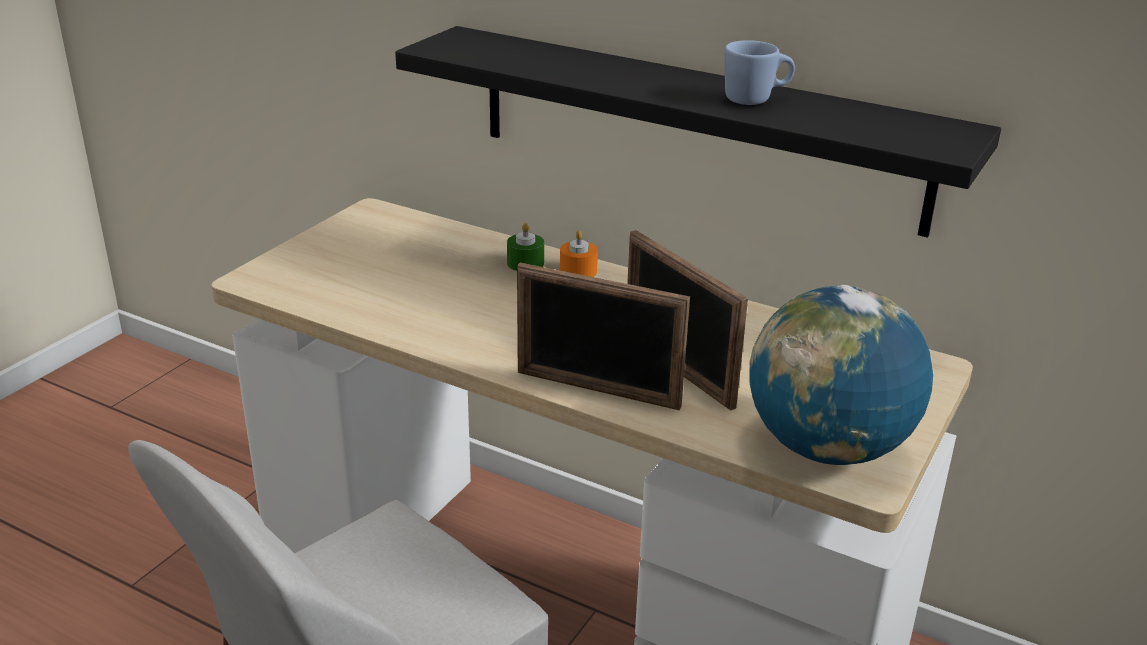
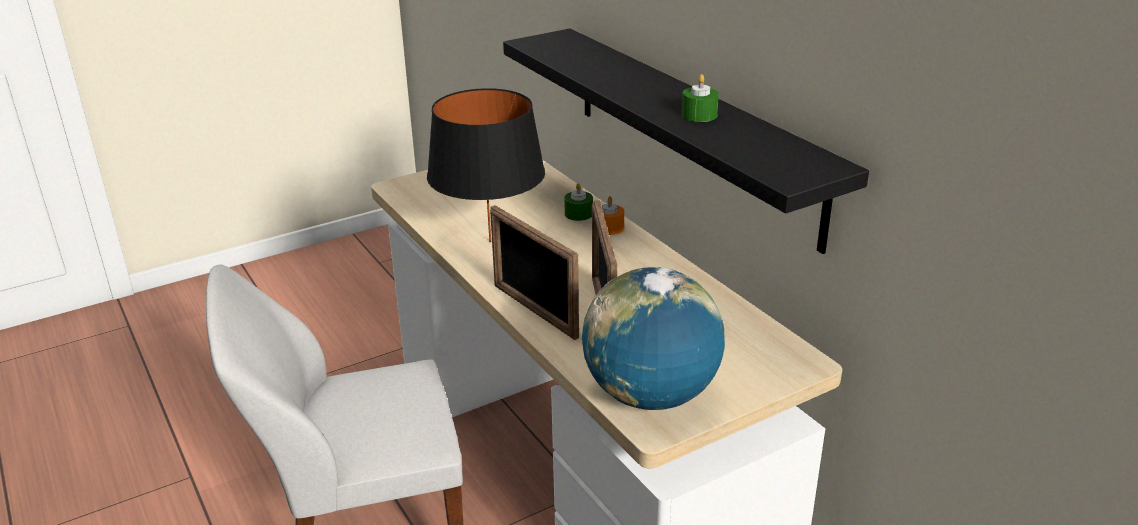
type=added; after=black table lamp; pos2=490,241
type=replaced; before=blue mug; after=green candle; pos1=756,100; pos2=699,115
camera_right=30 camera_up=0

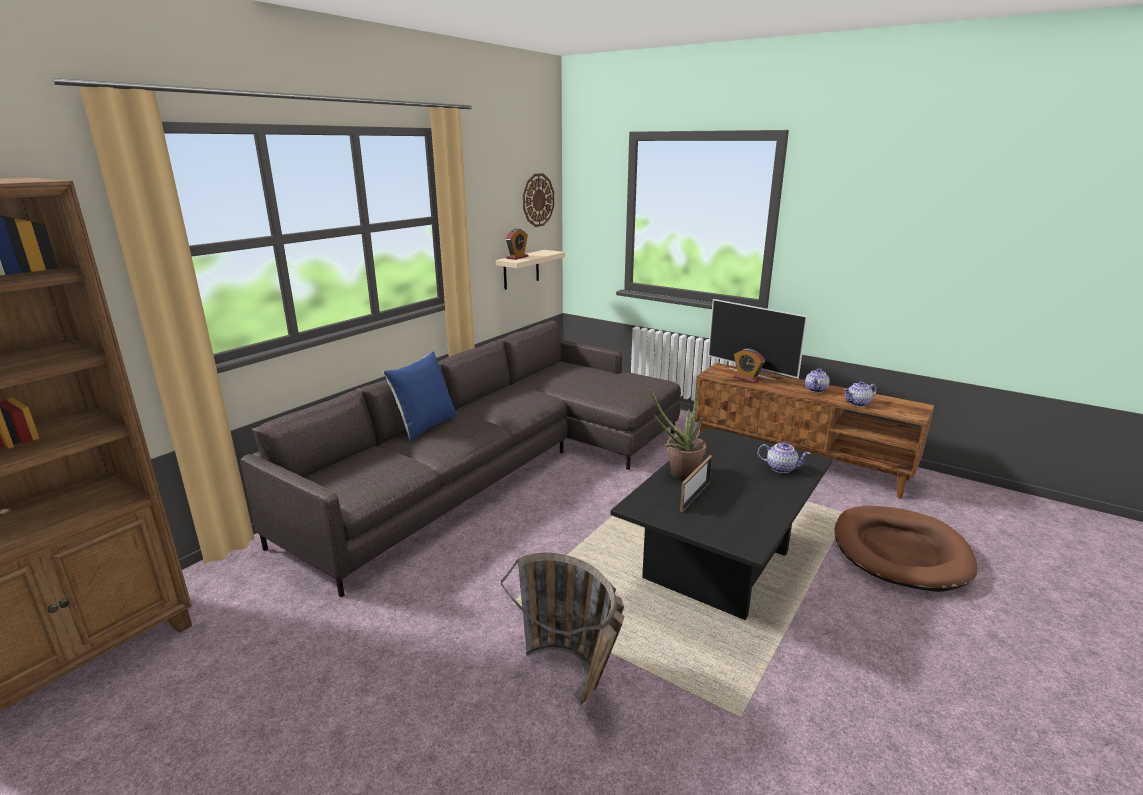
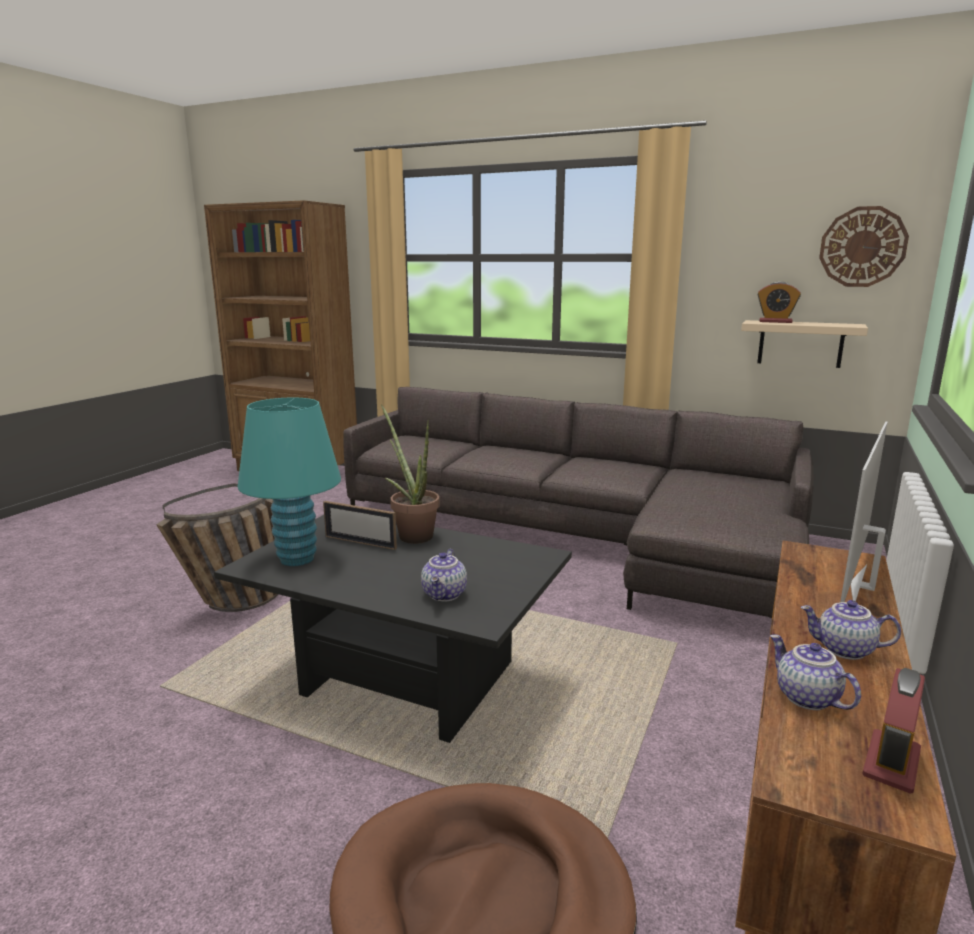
type=added; after=turquoise table lamp; pos2=297,559
type=moved; before=alarm clock; pos1=747,378; pos2=891,762
type=removed; before=blue pillow; pos1=425,425
camera_right=80 camera_up=-5

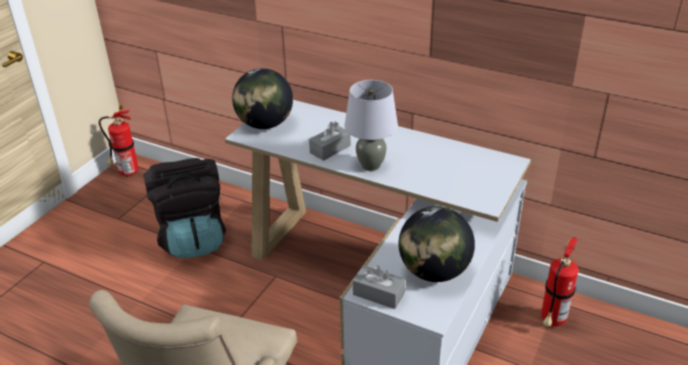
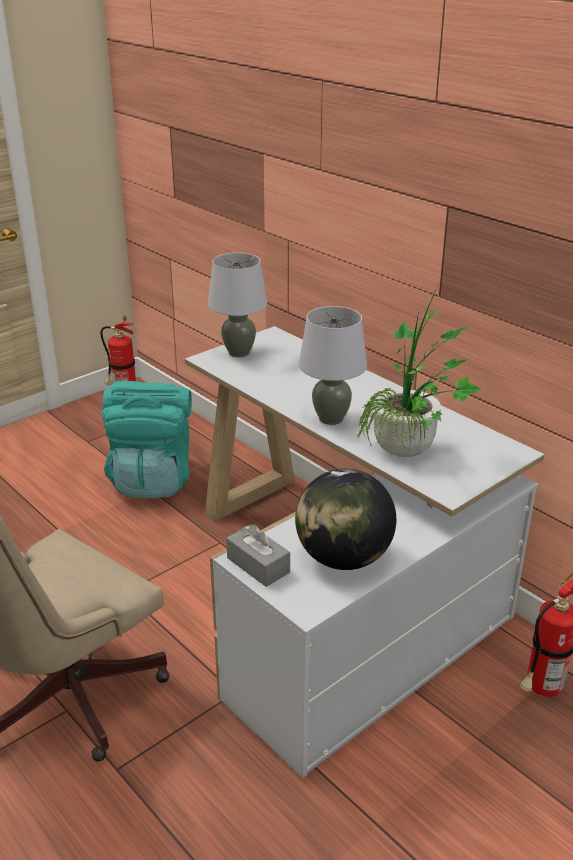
type=recoloured; before=black backpack; after=turquoise backpack; pos1=193,238; pos2=153,479
type=replaced; before=globe; after=grey table lamp; pos1=265,124; pos2=239,352
type=added; after=potted plant; pos2=408,457
type=removed; before=grey tissue box; pos1=330,149
camera_right=20 camera_up=-5

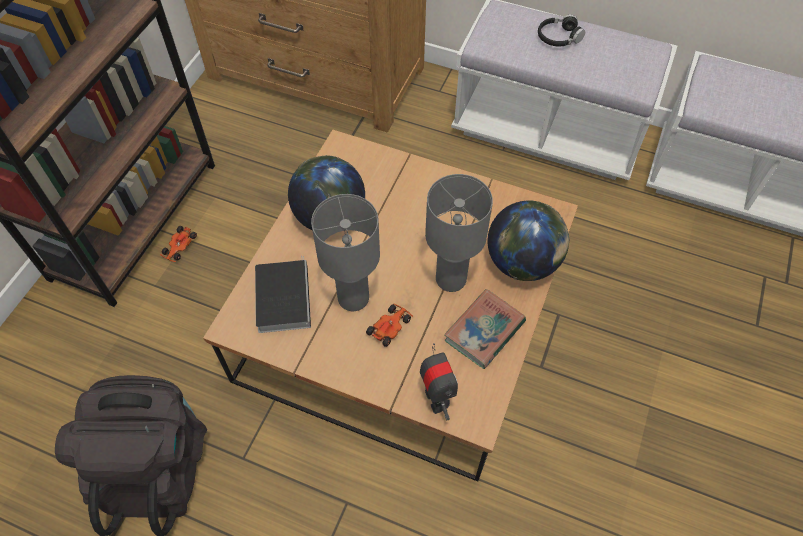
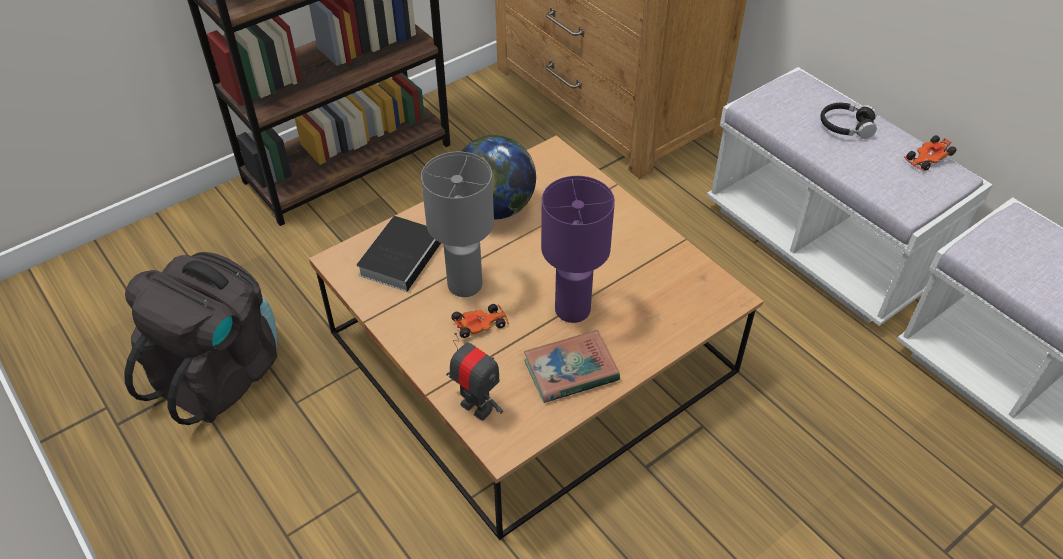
type=turned; before=toy robot; pos1=436,399; pos2=476,407; turn=-60
type=recoloured; before=grey table lamp; after=purple table lamp; pos1=452,279; pos2=573,310
type=moved; before=toy car; pos1=179,247; pos2=927,158
type=removed; before=globe; pos1=522,263
camera_right=30 camera_up=-10

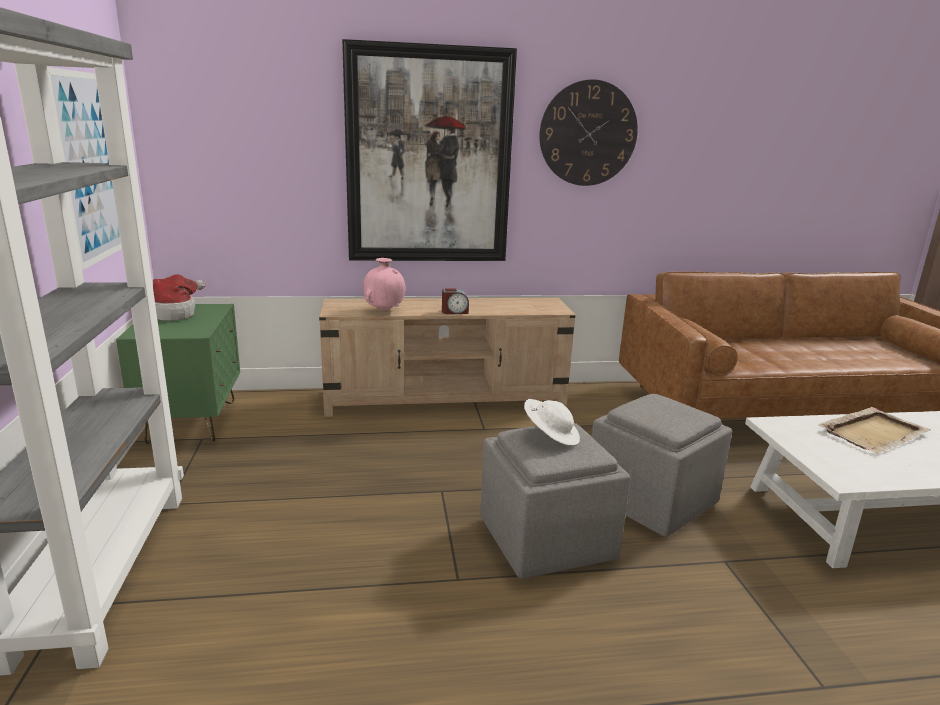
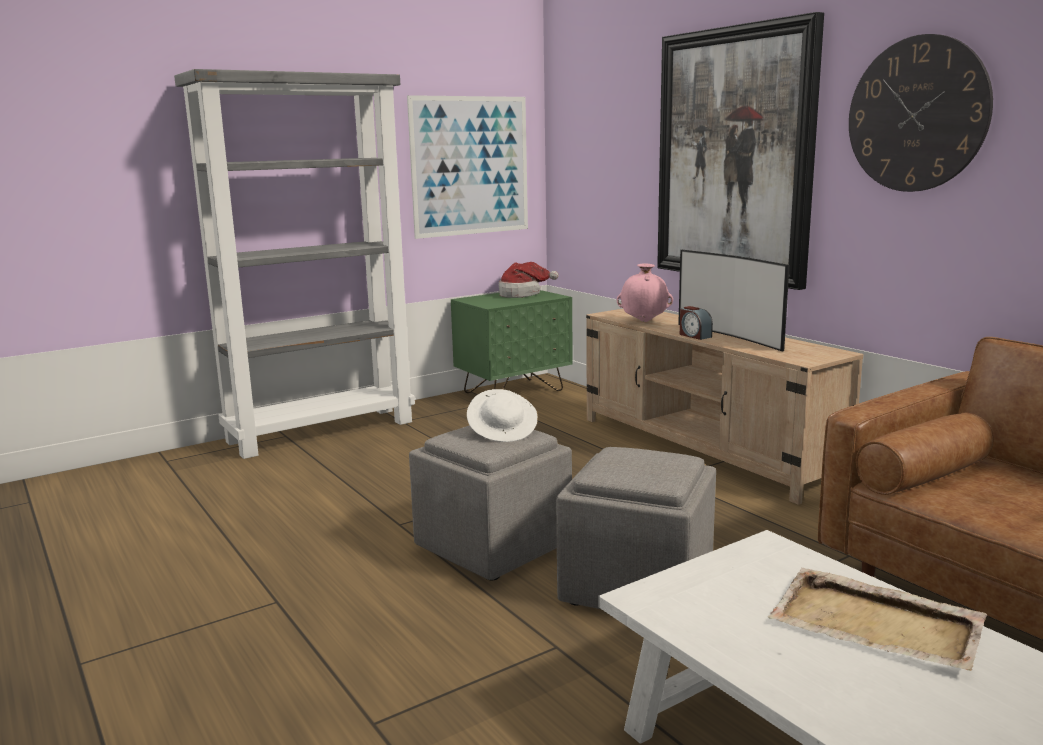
type=added; after=television; pos2=731,336
camera_right=65 camera_up=-5

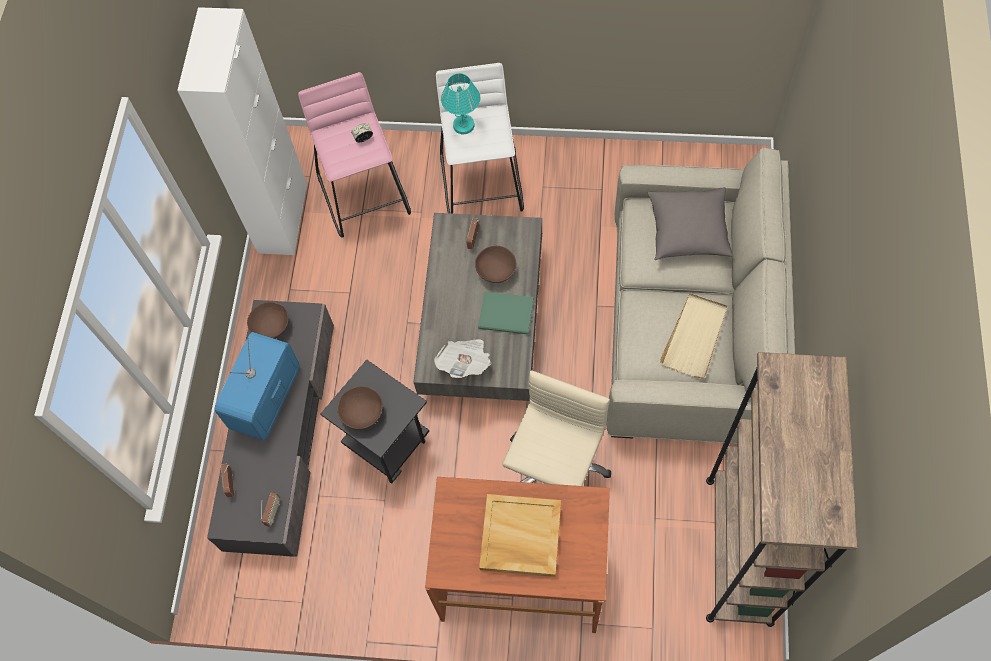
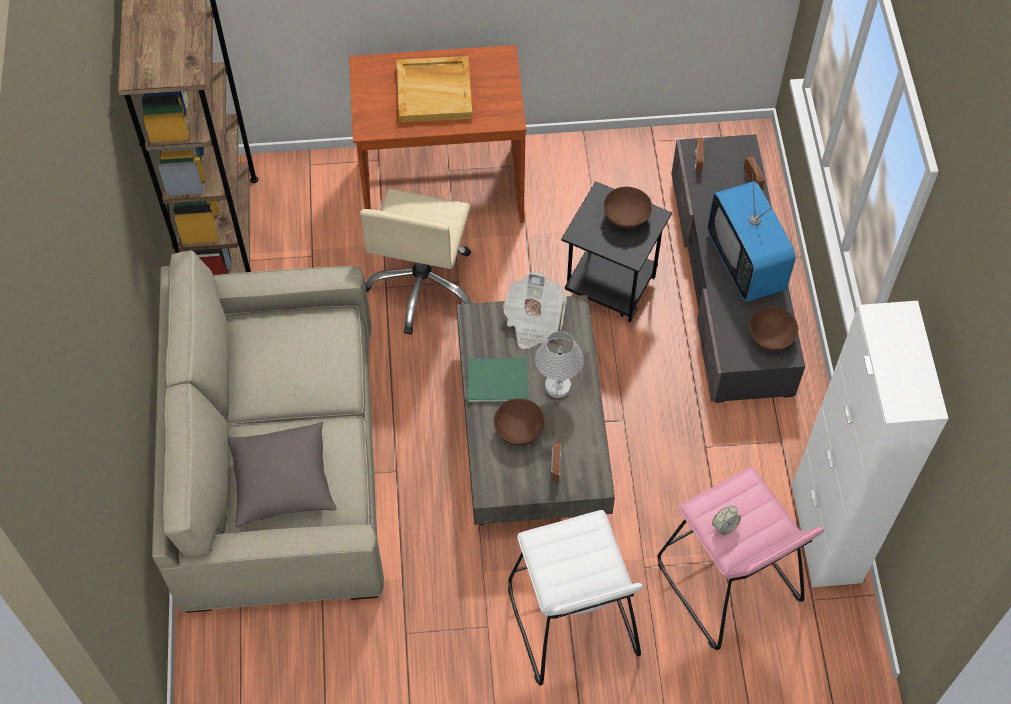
type=added; after=white table lamp; pos2=557,386
type=turned; before=television; pos1=267,399; pos2=745,262; turn=150
type=removed; before=turquoise table lamp; pos1=463,125
type=removed; before=beige tray; pos1=694,336
camera_right=165 camera_up=-5

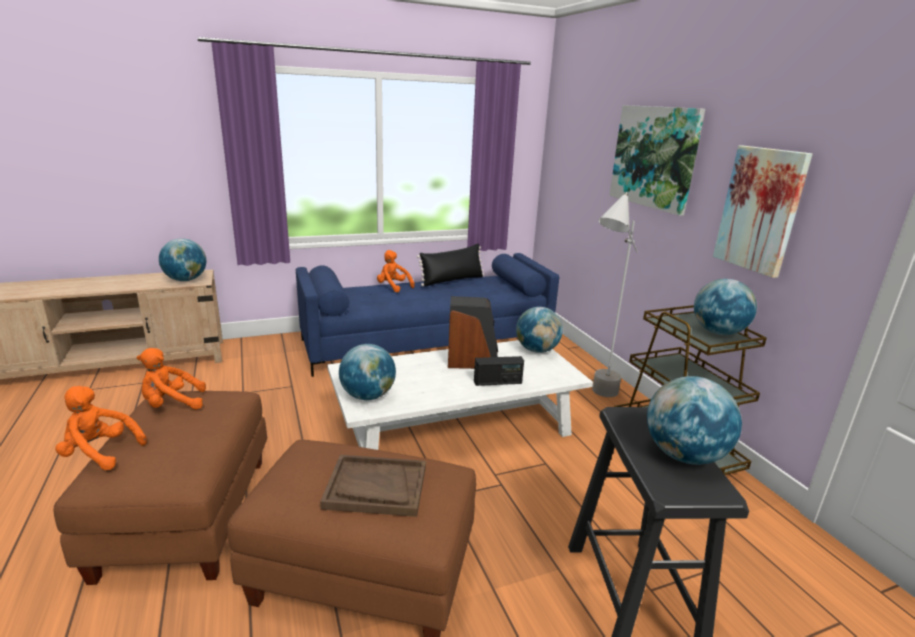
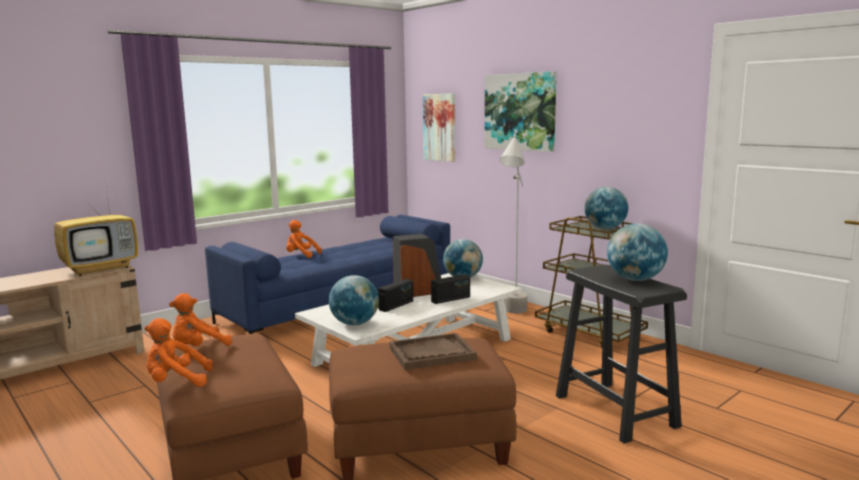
type=replaced; before=globe; after=television; pos1=186,280; pos2=102,268
type=added; after=radio; pos2=396,305
type=moved; before=picture; pos1=760,210; pos2=440,127
type=removed; before=black pillow; pos1=452,280
camera_right=-20 camera_up=-10

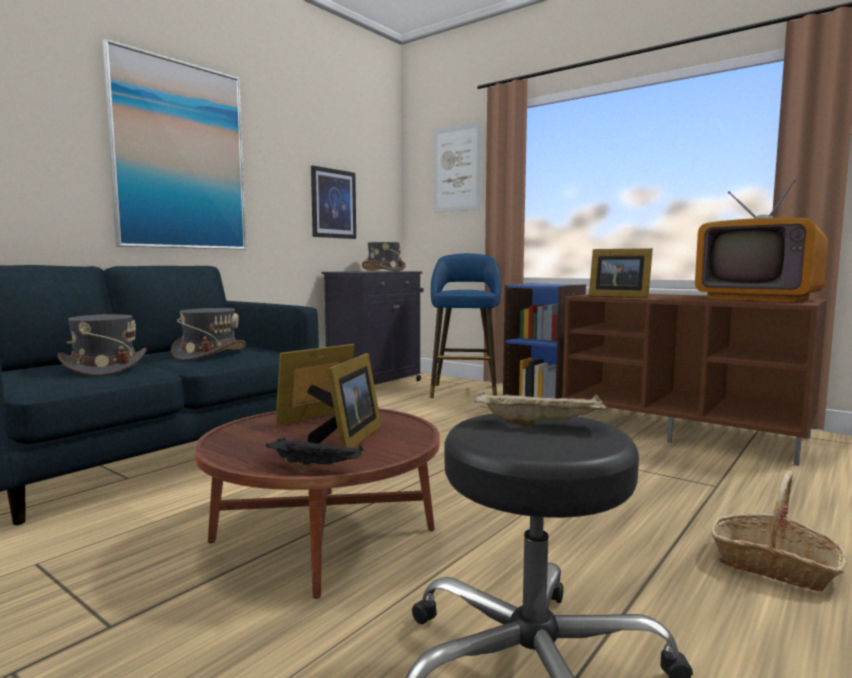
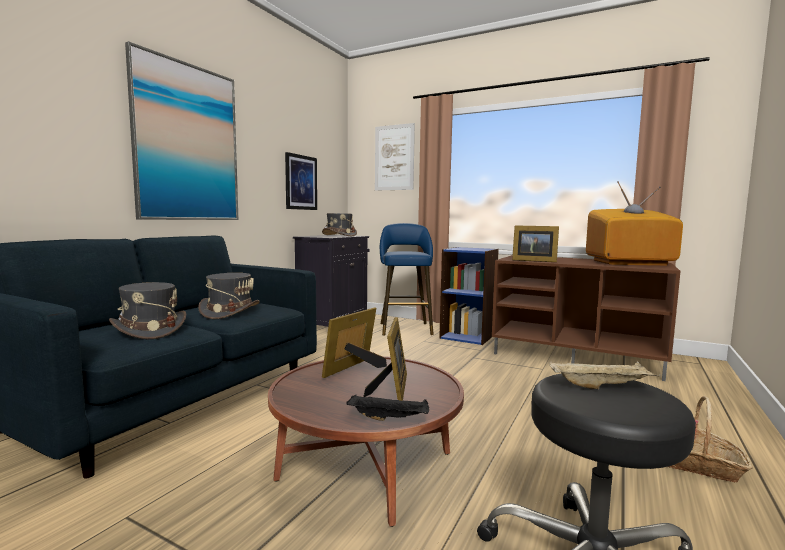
type=turned; before=television; pos1=757,299; pos2=629,263; turn=150
camera_right=-10 camera_up=0

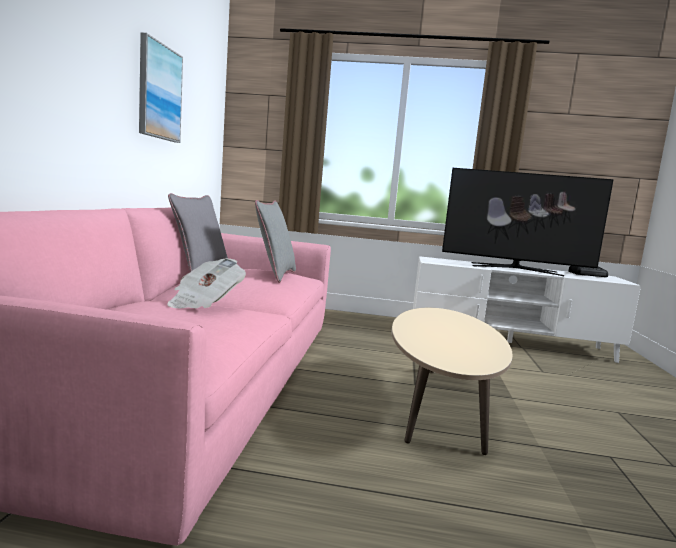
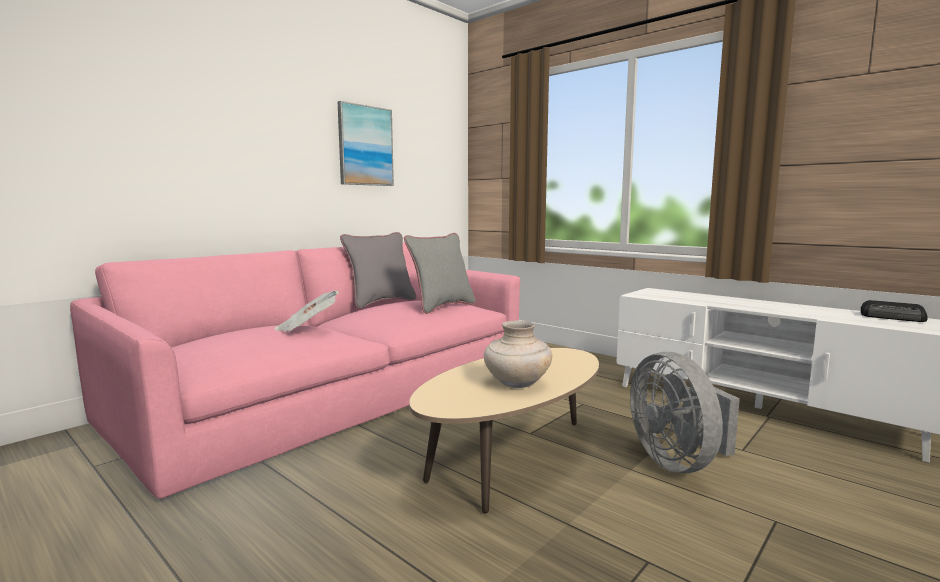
type=added; after=beige vase; pos2=517,384
type=added; after=grey fan; pos2=678,462
type=removed; before=television; pos1=515,269
camera_right=35 camera_up=0

